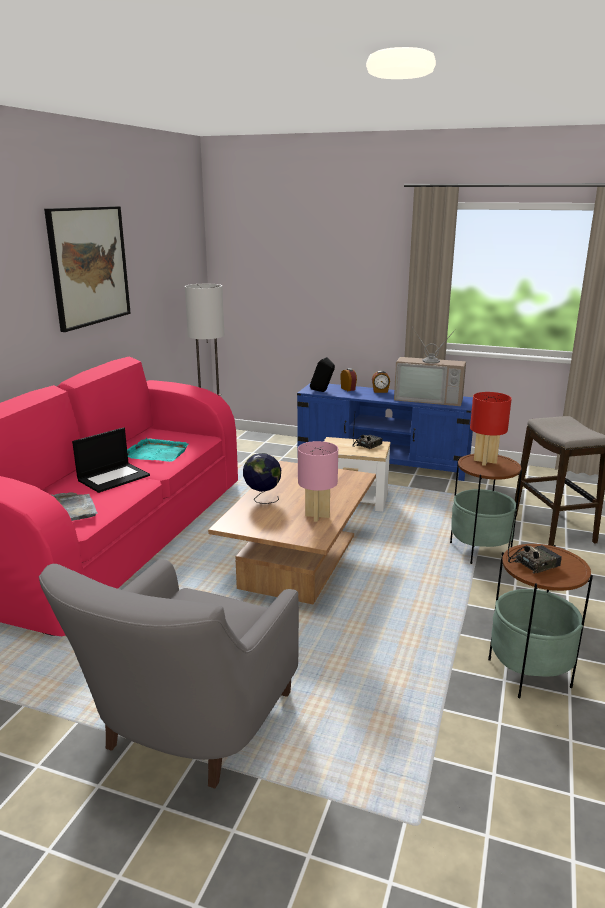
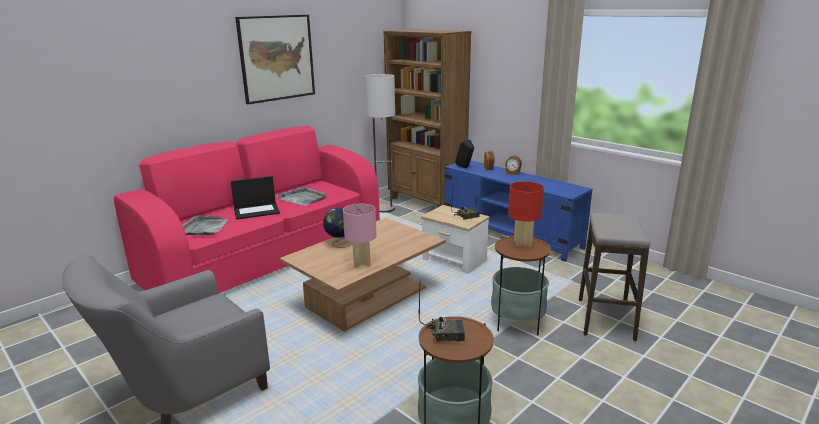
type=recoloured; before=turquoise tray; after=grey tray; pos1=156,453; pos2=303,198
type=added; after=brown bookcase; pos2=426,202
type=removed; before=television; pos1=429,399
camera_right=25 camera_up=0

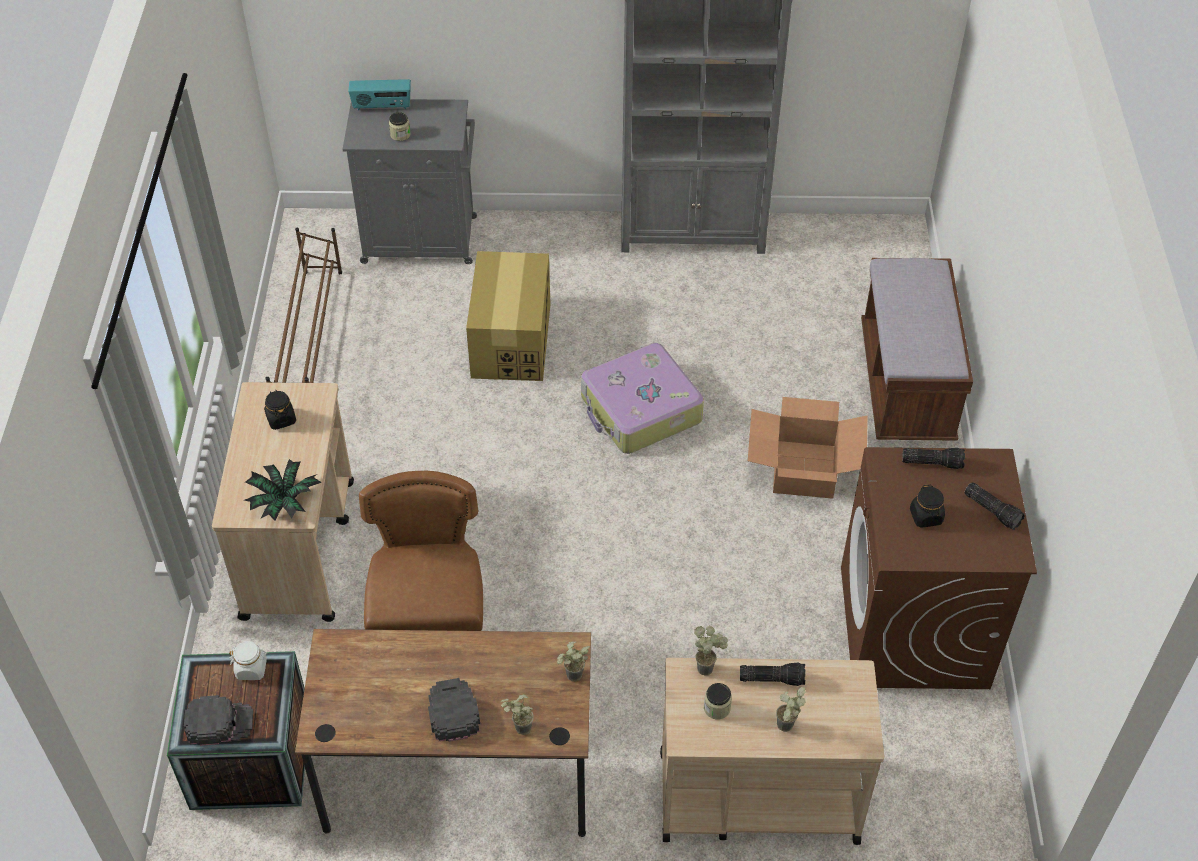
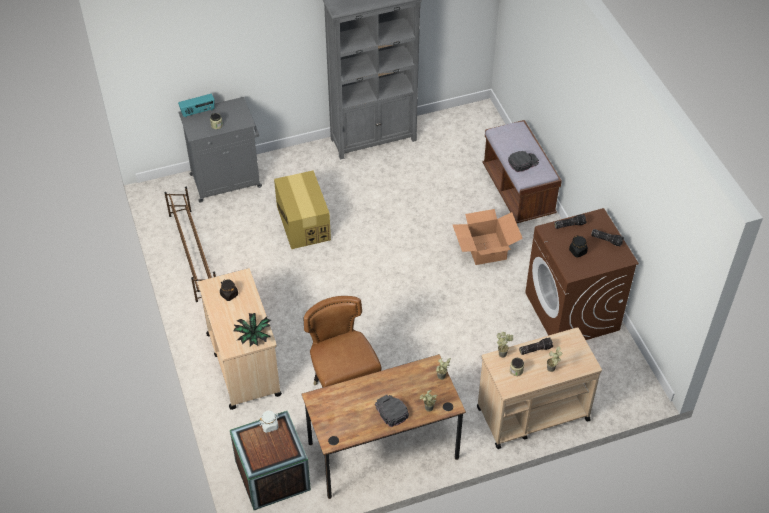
type=moved; before=black cap; pos1=219,723; pos2=523,162
type=removed; before=suitcase; pos1=640,410
camera_right=-20 camera_up=0

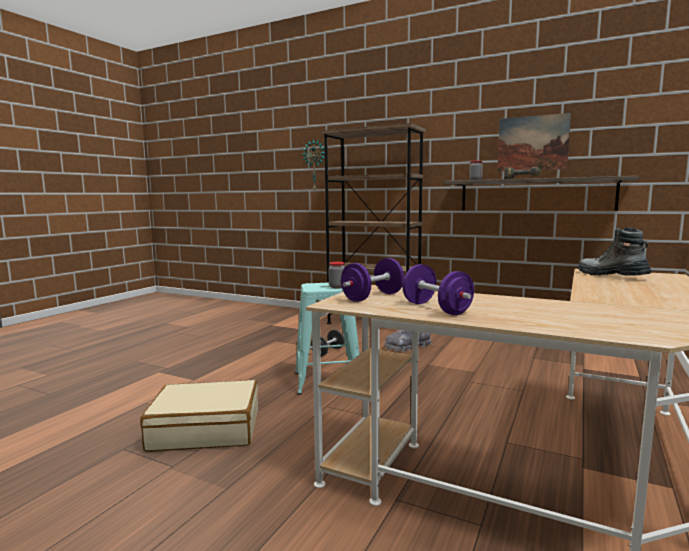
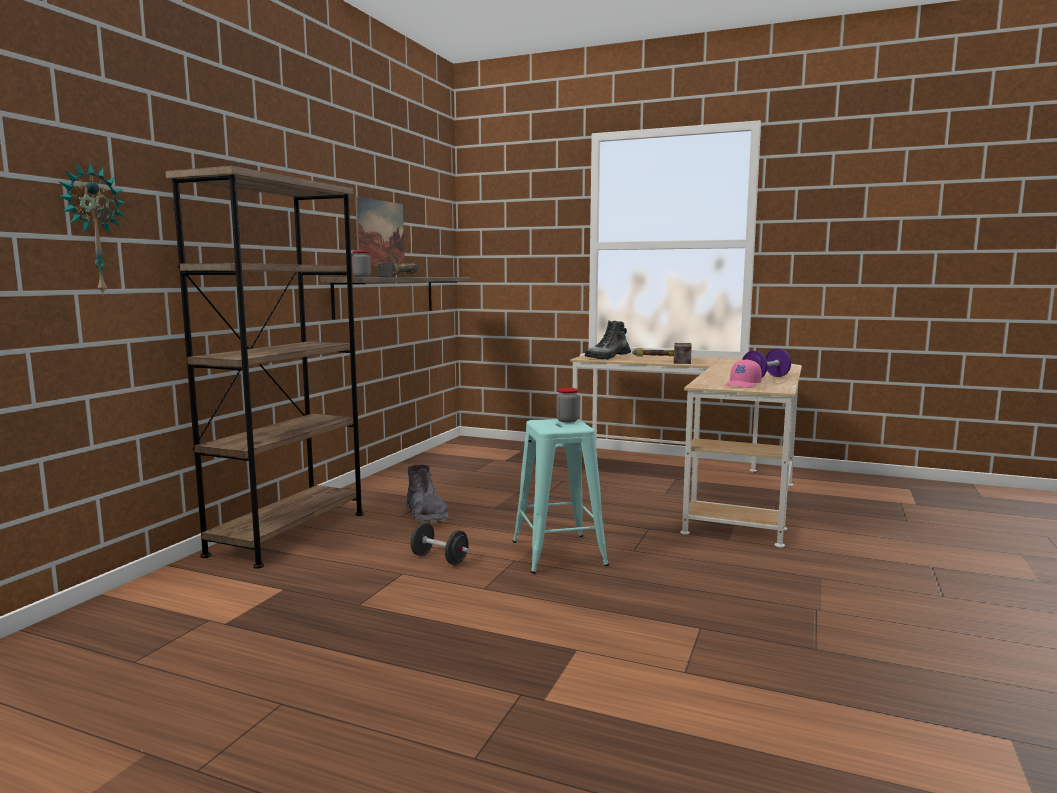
type=added; after=hammer; pos2=661,361
type=replaced; before=purple dumbbell; after=pink cap; pos1=372,297; pos2=743,385
type=removed; before=beige suitcase; pos1=206,429
camera_right=-95 camera_up=0

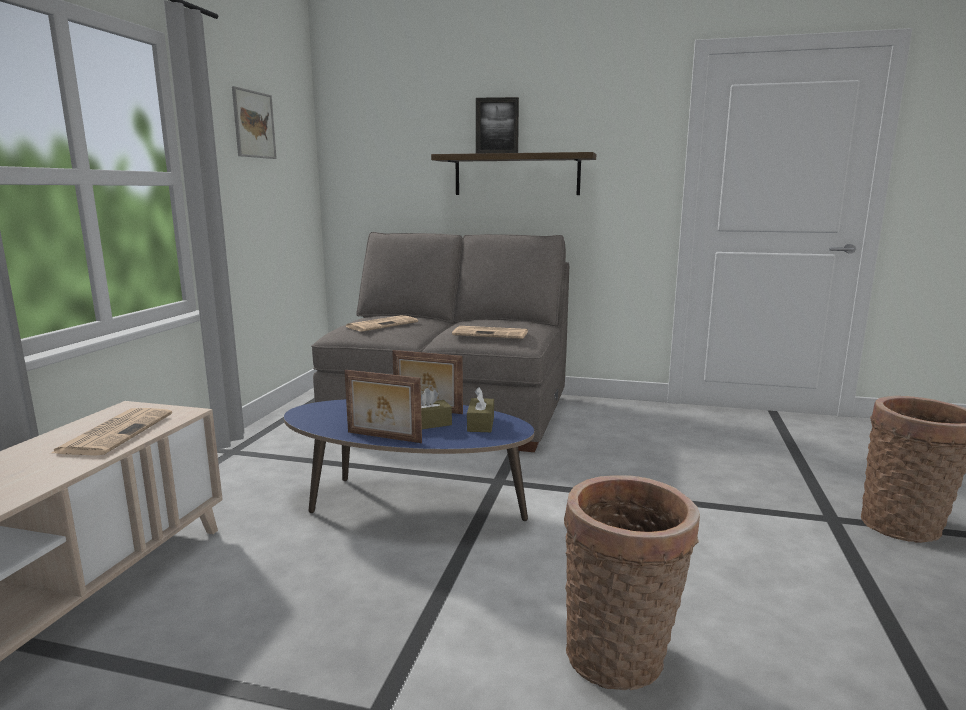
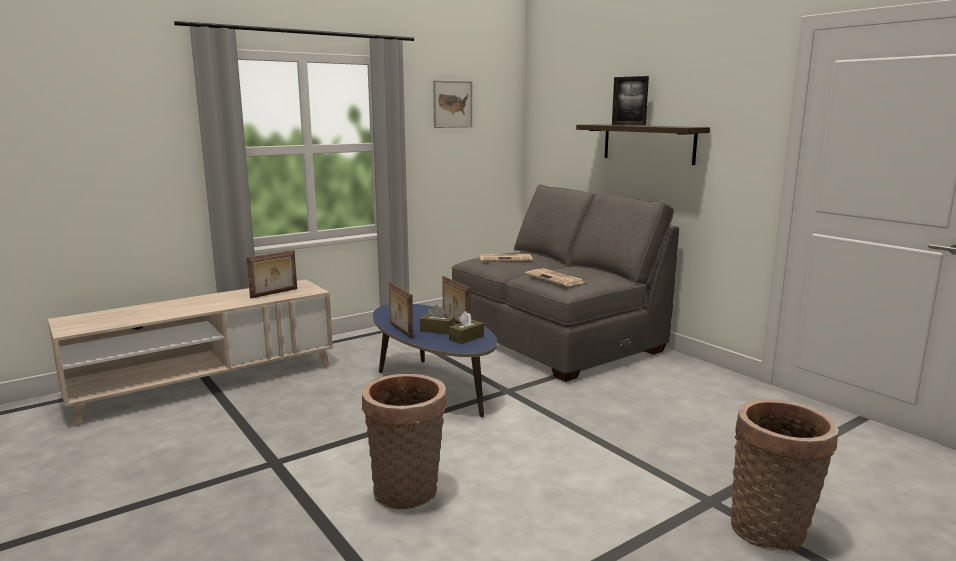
type=replaced; before=newspaper; after=picture frame; pos1=116,432; pos2=274,293
camera_right=40 camera_up=0

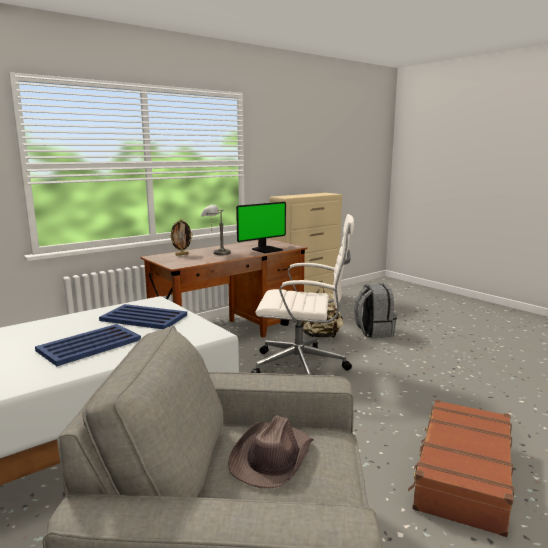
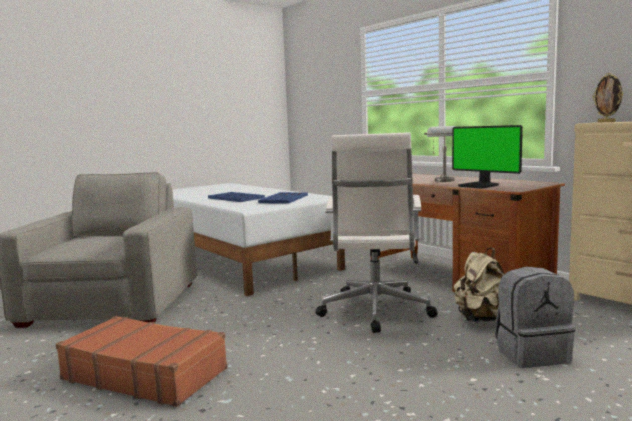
type=moved; before=picture frame; pos1=182,254; pos2=606,122
type=removed; before=brown hat; pos1=272,457
camera_right=90 camera_up=-5

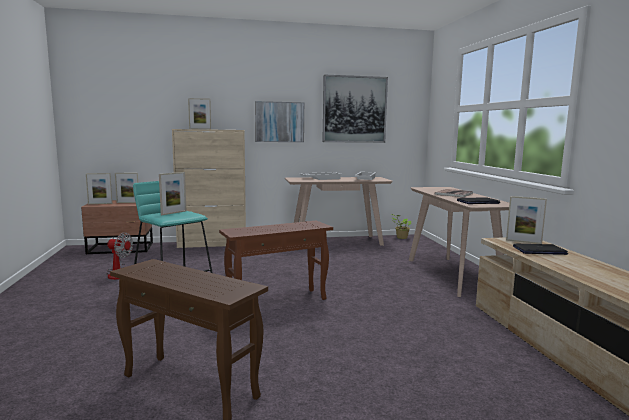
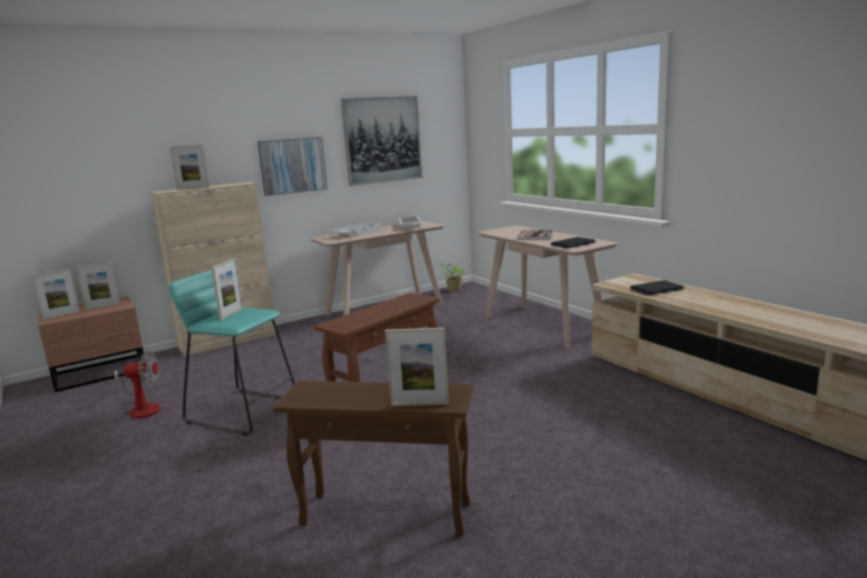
type=moved; before=picture frame; pos1=523,242; pos2=419,404
camera_right=-20 camera_up=5

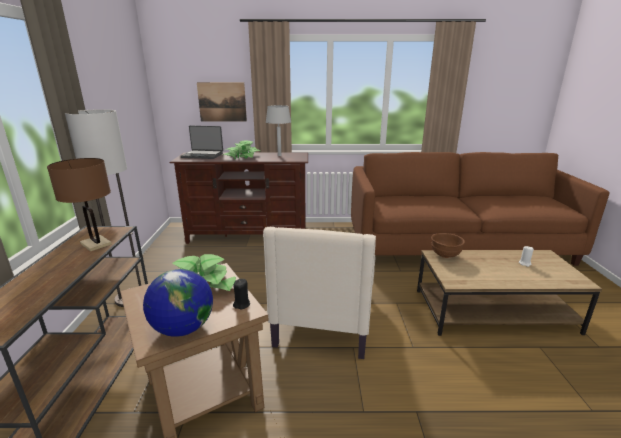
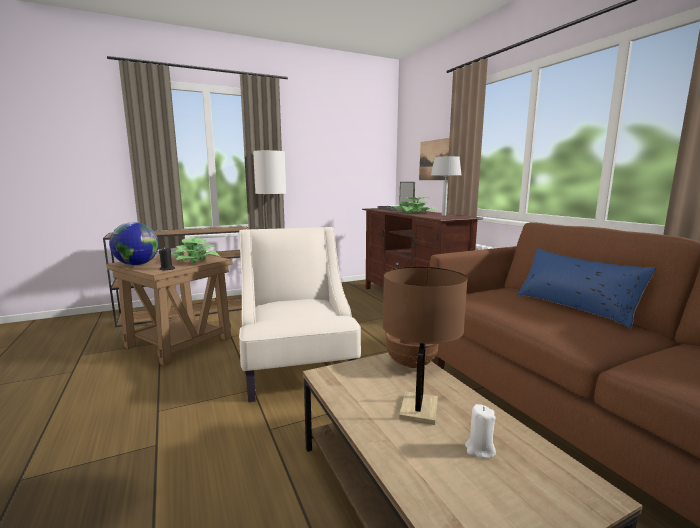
type=turned; before=beige armchair; pos1=325,317; pos2=296,365; turn=90
type=moved; before=brown table lamp; pos1=96,244; pos2=418,409
type=added; after=blue pillow; pos2=574,307
camera_right=65 camera_up=-10

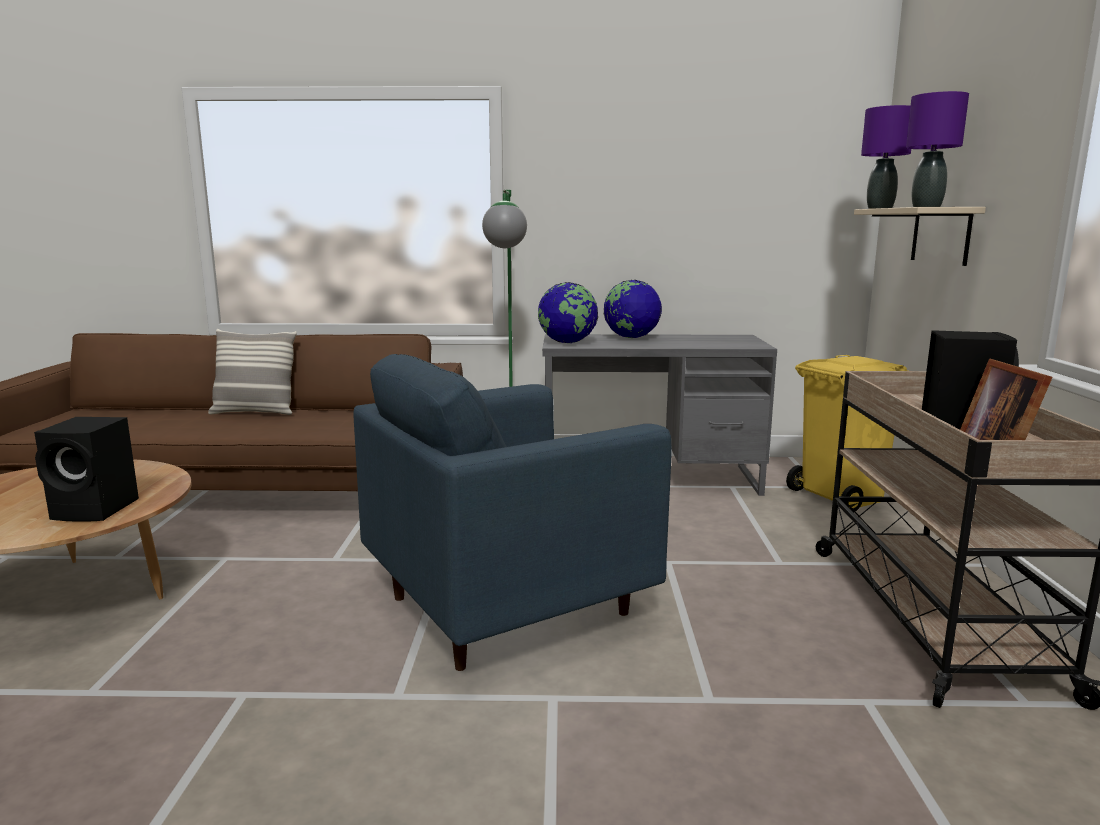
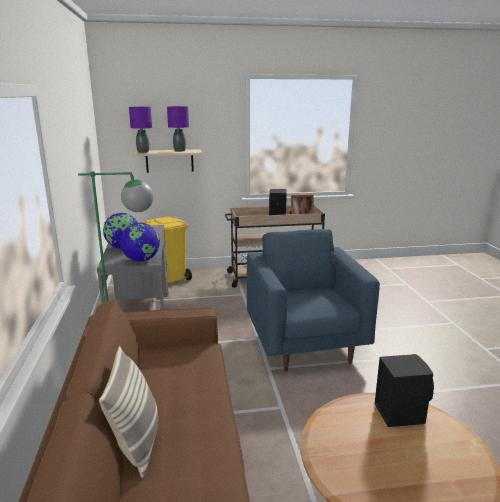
type=turned; before=blue armchair; pos1=508,605; pos2=305,345; turn=-150
camera_right=-100 camera_up=5

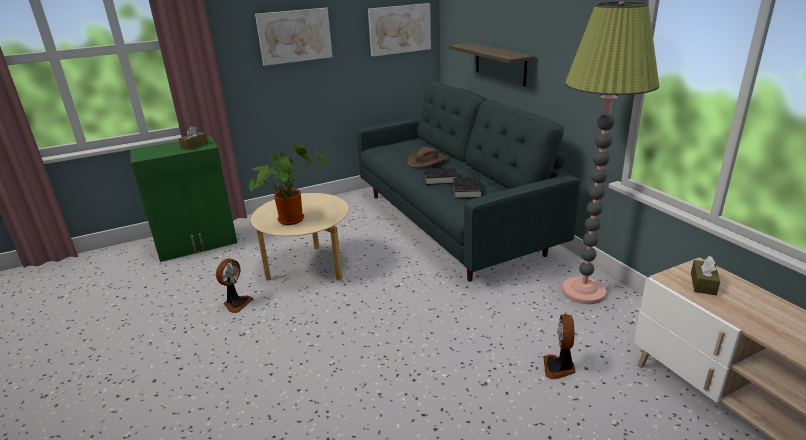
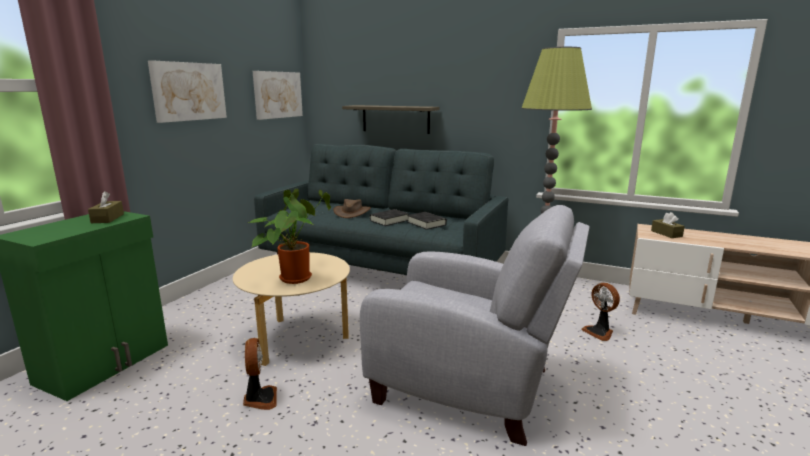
type=added; after=grey armchair; pos2=469,387
camera_right=-40 camera_up=-10

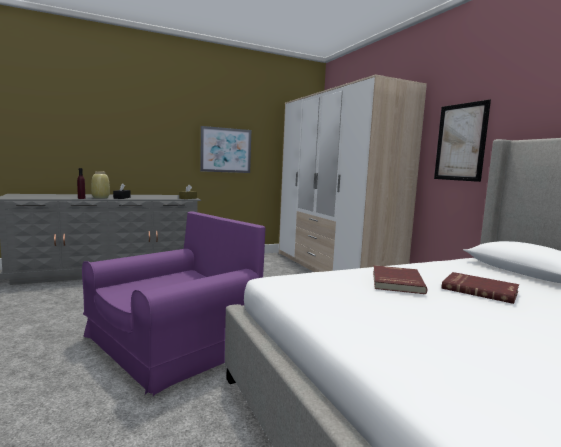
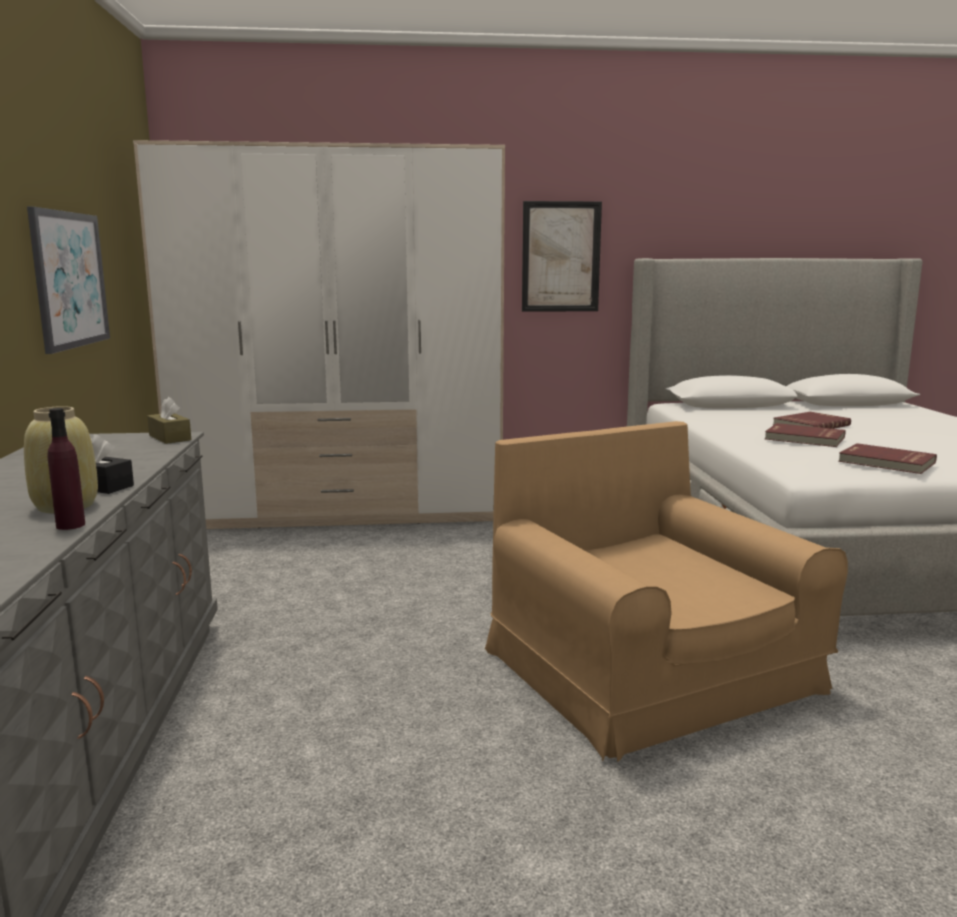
type=recoloured; before=purple armchair; after=brown armchair; pos1=173,342; pos2=649,671
type=added; after=red book; pos2=886,462
camera_right=-70 camera_up=5

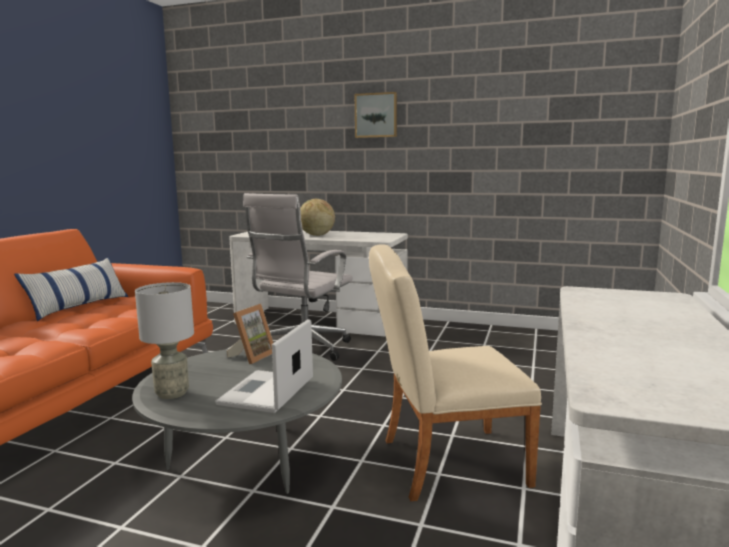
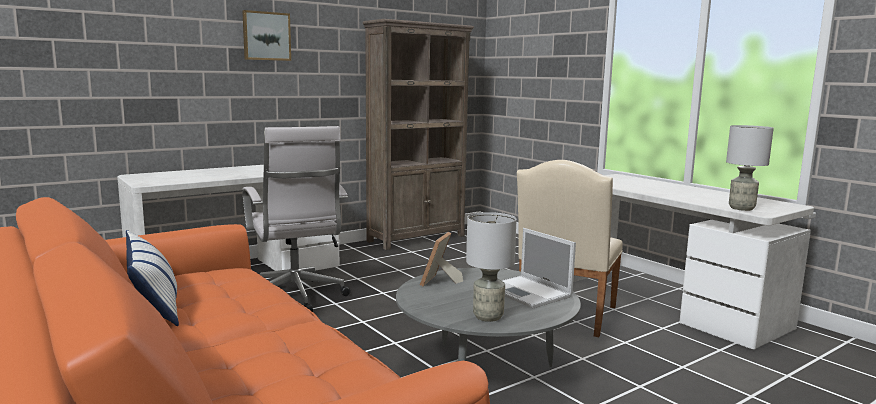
type=added; after=brown bookcase; pos2=417,238
type=turned; before=picture frame; pos1=252,356; pos2=440,282; turn=-135
type=added; after=grey table lamp; pos2=742,208
type=removed; before=globe; pos1=316,235
camera_right=-55 camera_up=0

